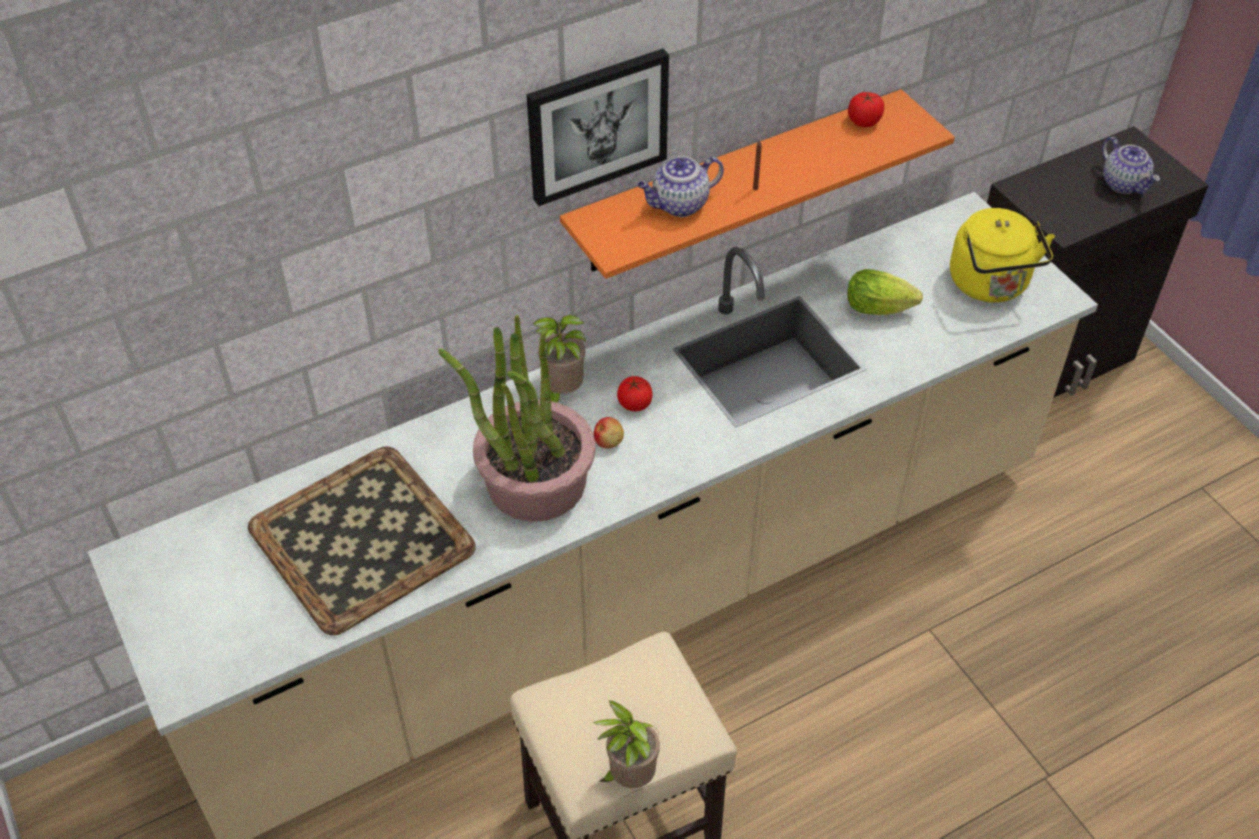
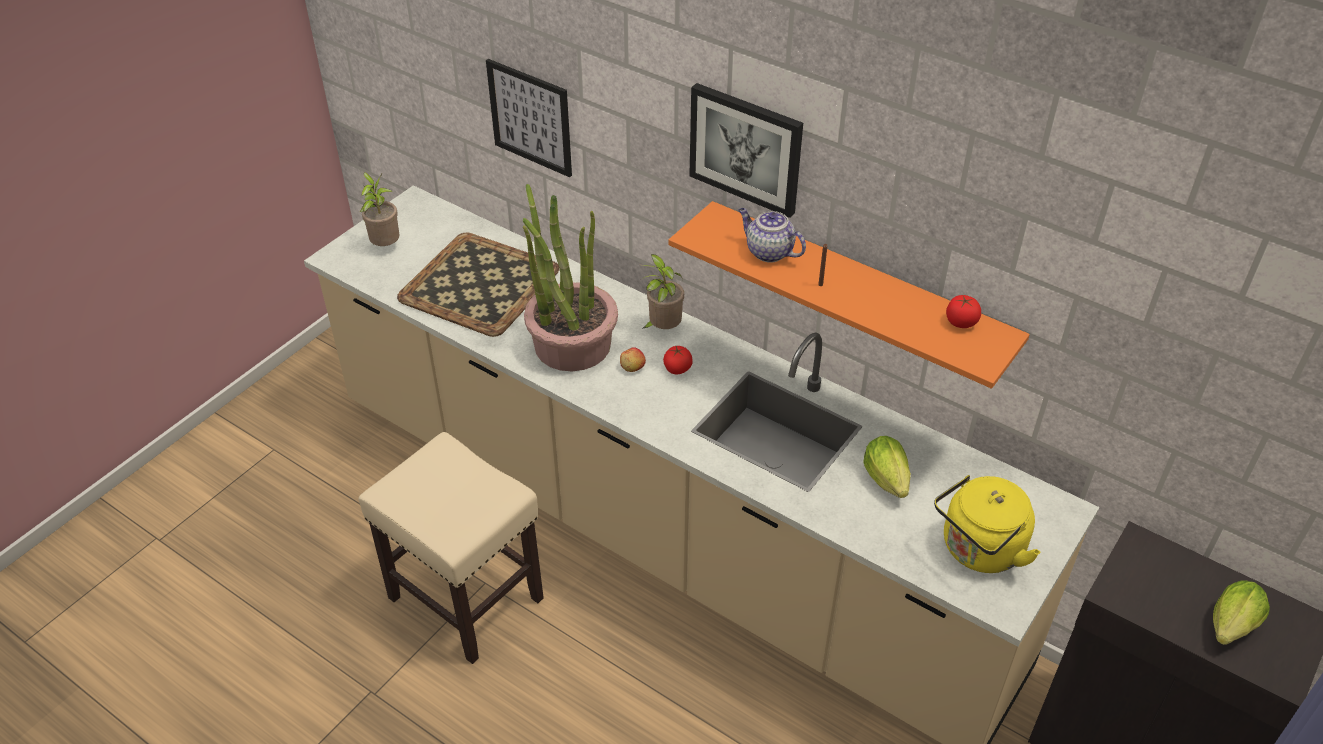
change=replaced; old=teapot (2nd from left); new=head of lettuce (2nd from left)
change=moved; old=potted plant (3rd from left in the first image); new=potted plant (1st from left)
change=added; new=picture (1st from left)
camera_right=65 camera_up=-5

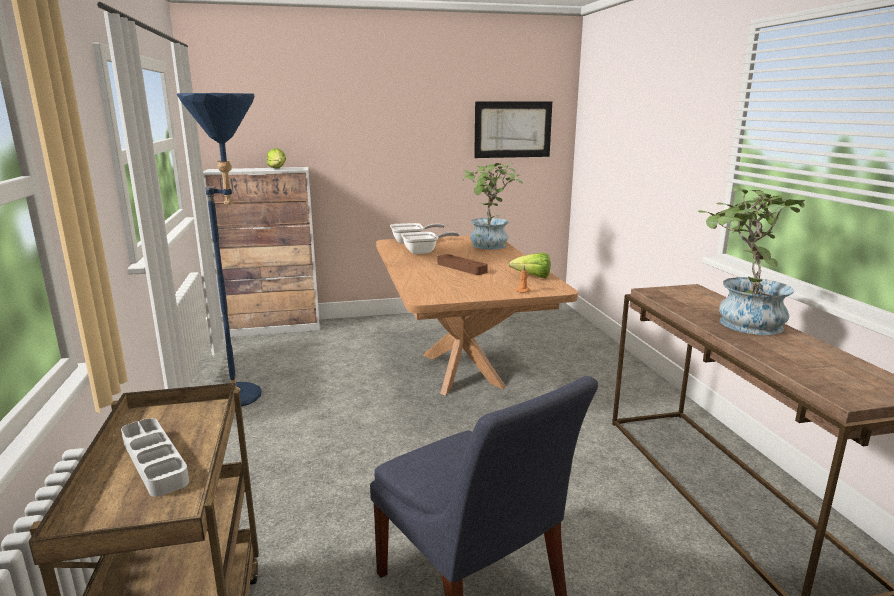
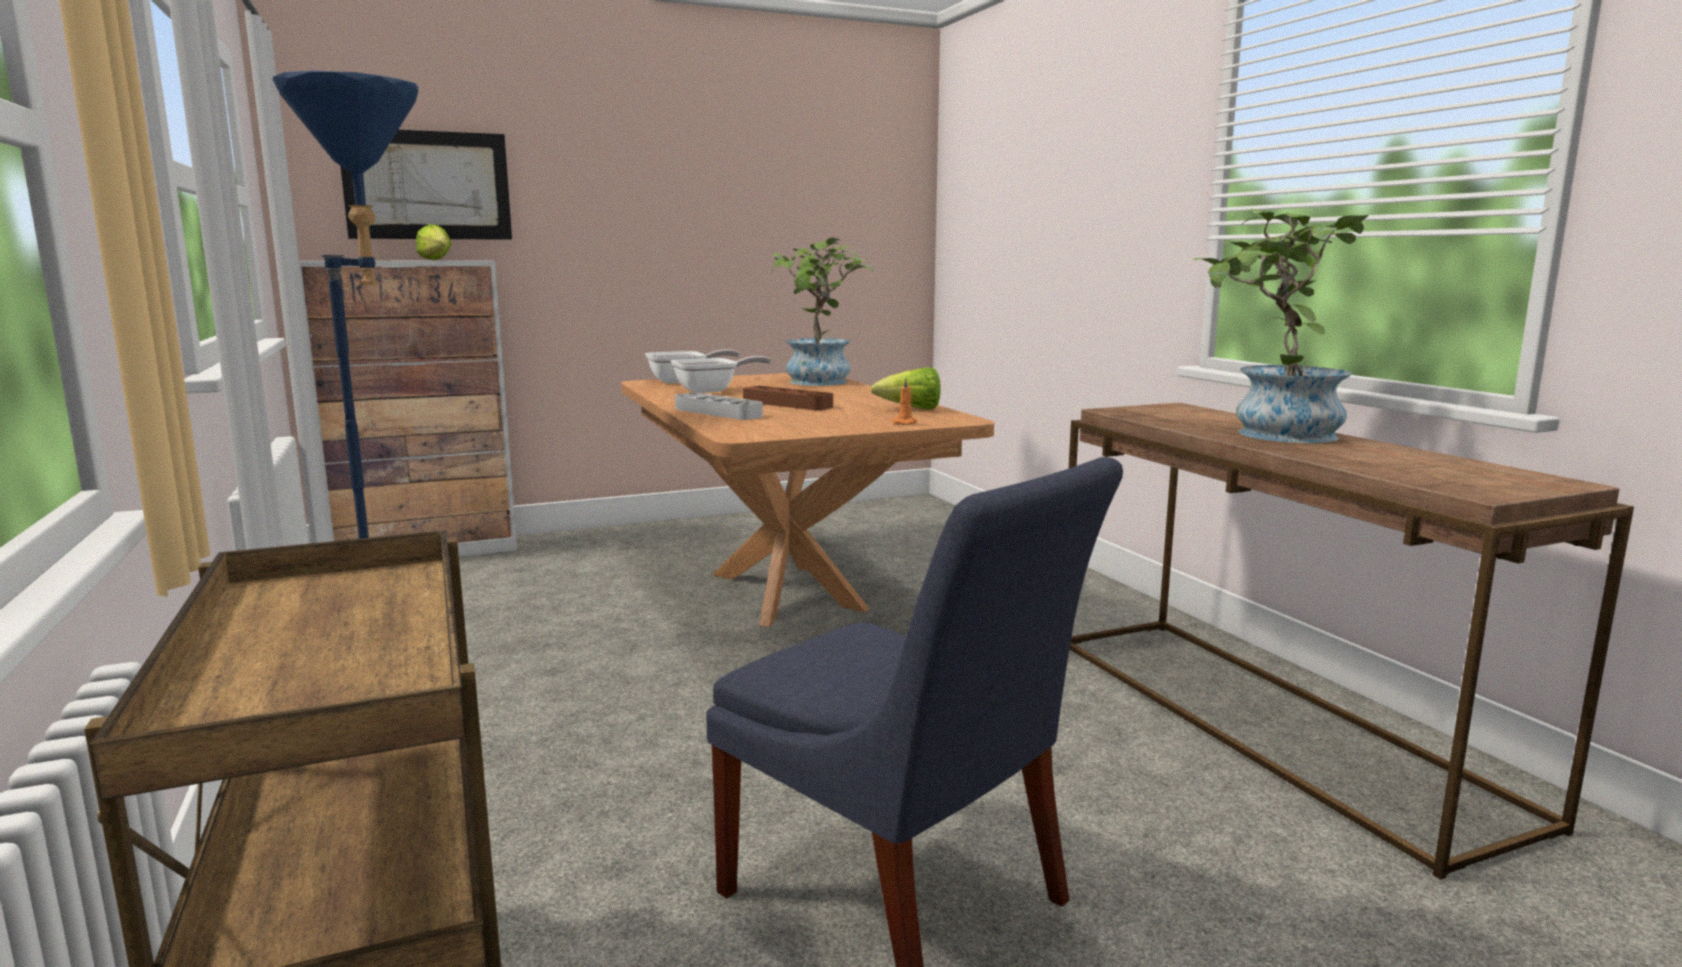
change=moved; old=picture
change=moved; old=tray in greyish
camera_right=-10 camera_up=-5

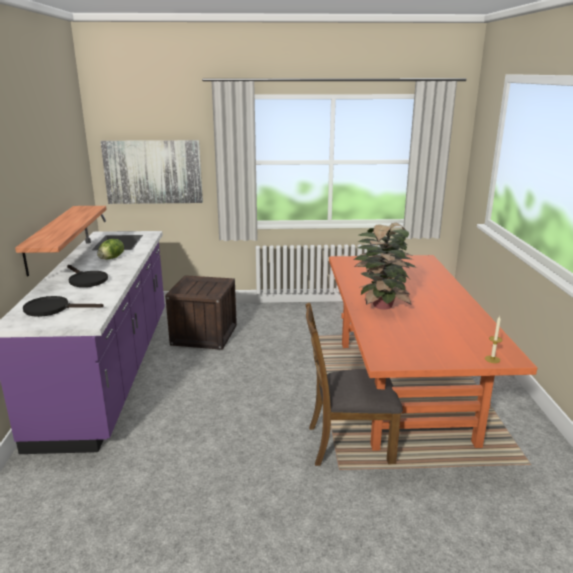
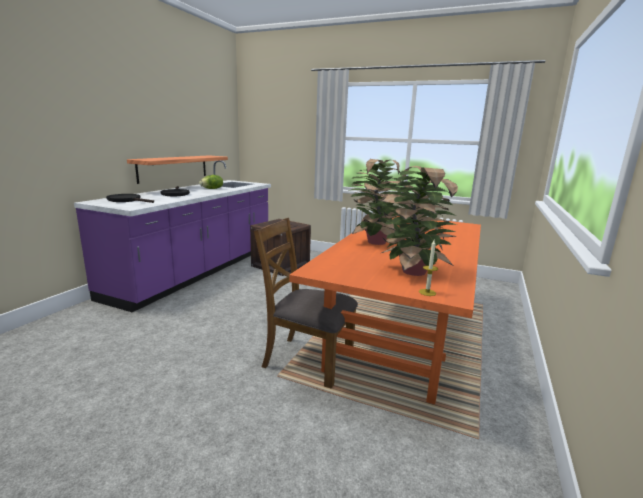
change=removed; old=picture
change=added; new=potted plant (2nd from left)
camera_right=25 camera_up=-5

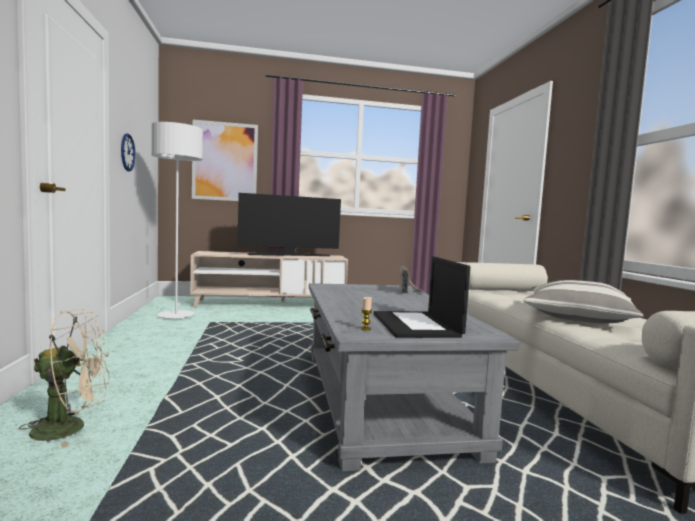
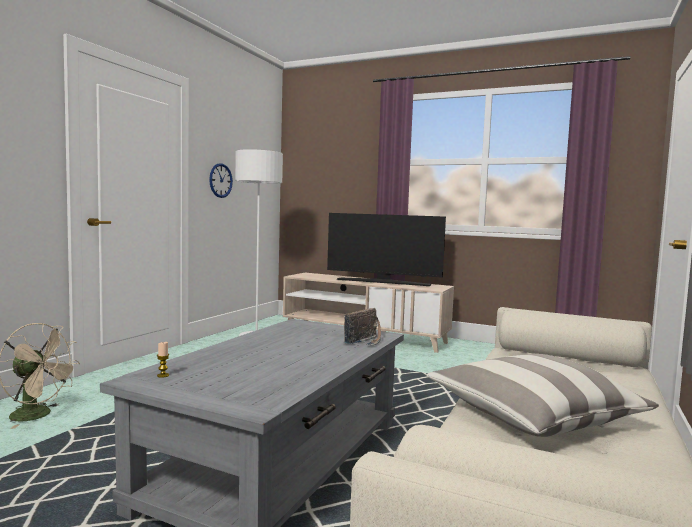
change=removed; old=picture
change=removed; old=notebook computer
camera_right=35 camera_up=0

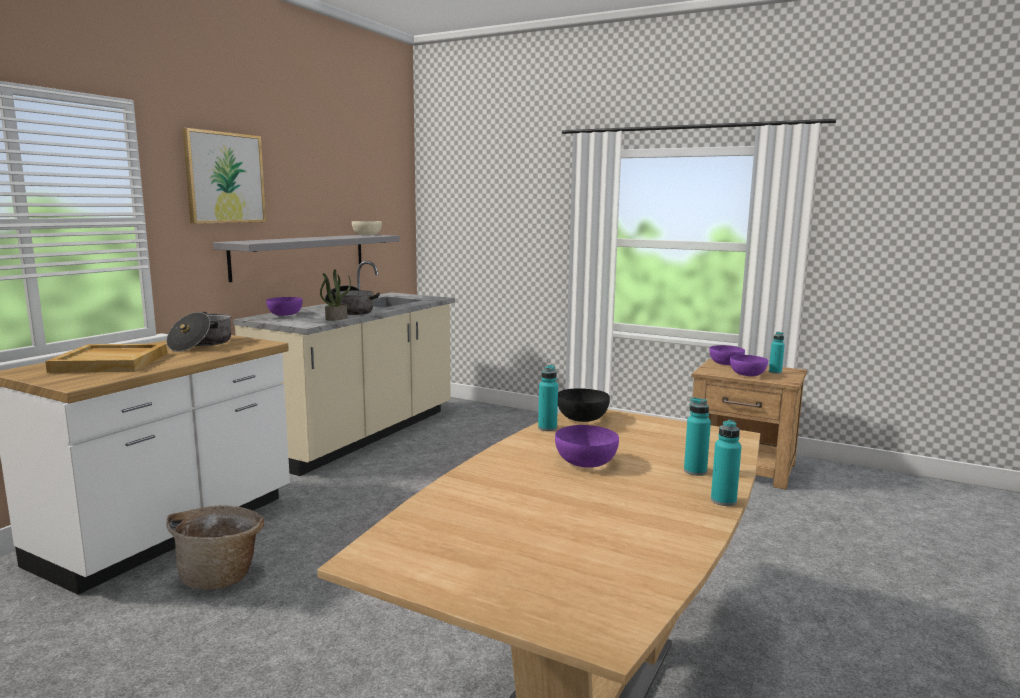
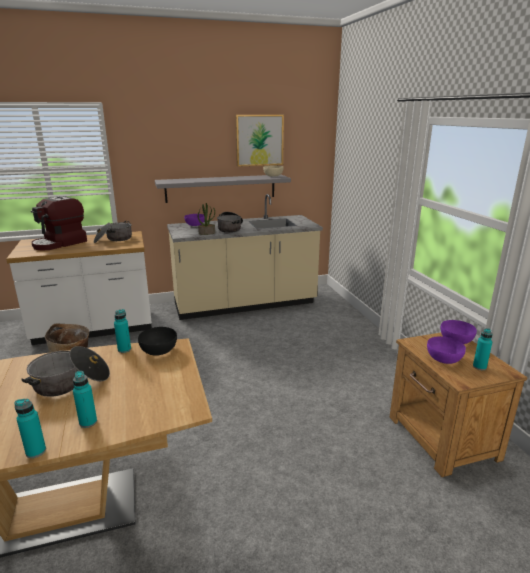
change=moved; old=picture
change=replaced; old=tray in beige-coloured; new=coffee brewer
change=replaced; old=bowl in purplish (2nd from left); new=saucepot (1st from left)
camera_right=45 camera_up=10

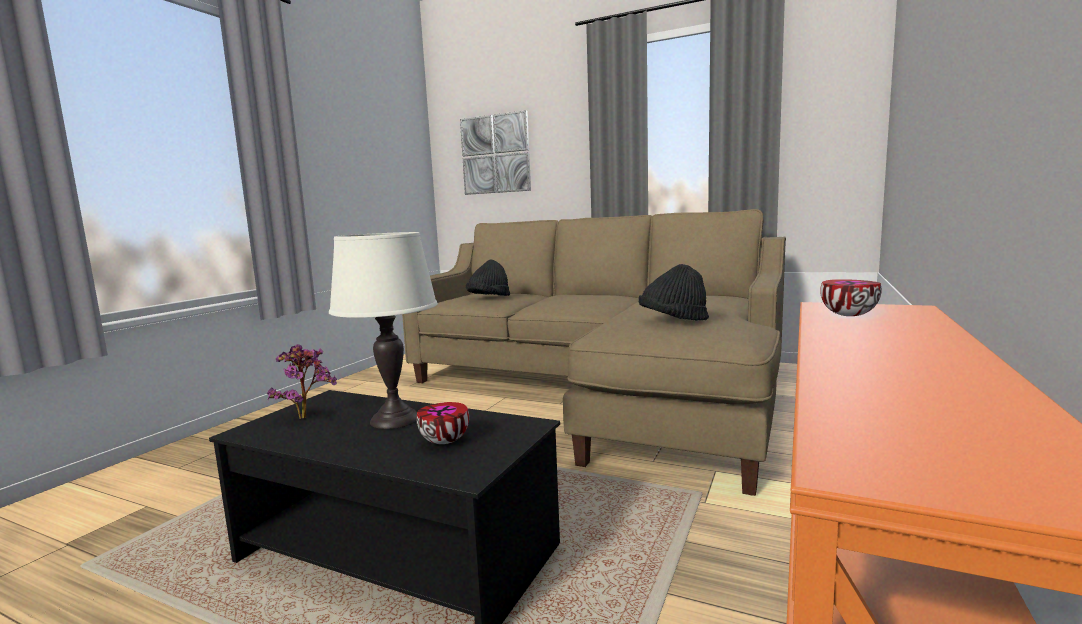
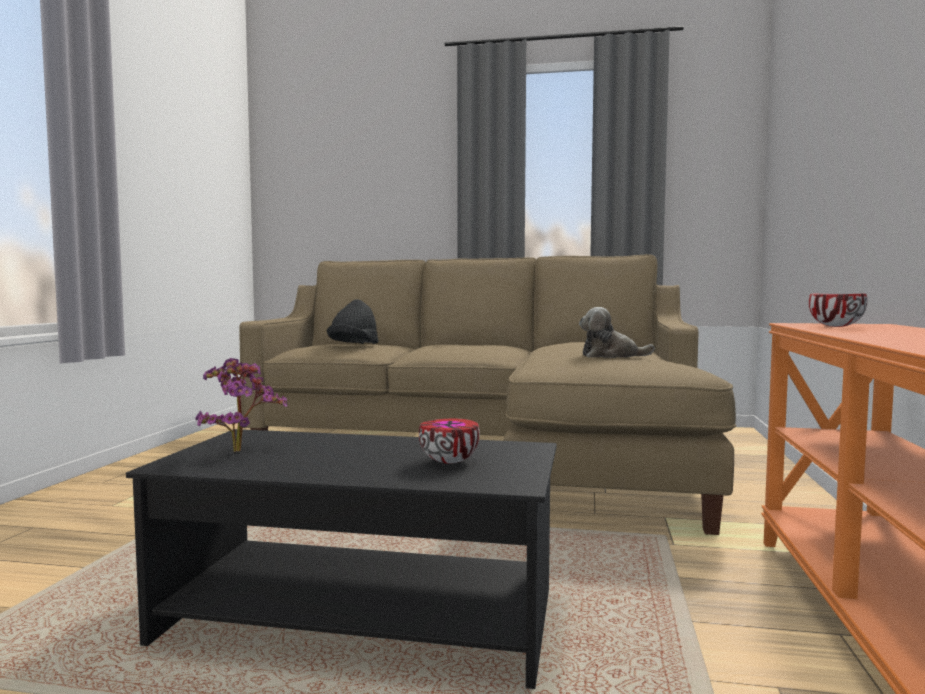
change=removed; old=picture
change=removed; old=table lamp in white
change=replaced; old=wearable hat in black-coloured (2nd from left); new=cuddly toy
camera_right=-15 camera_up=-5

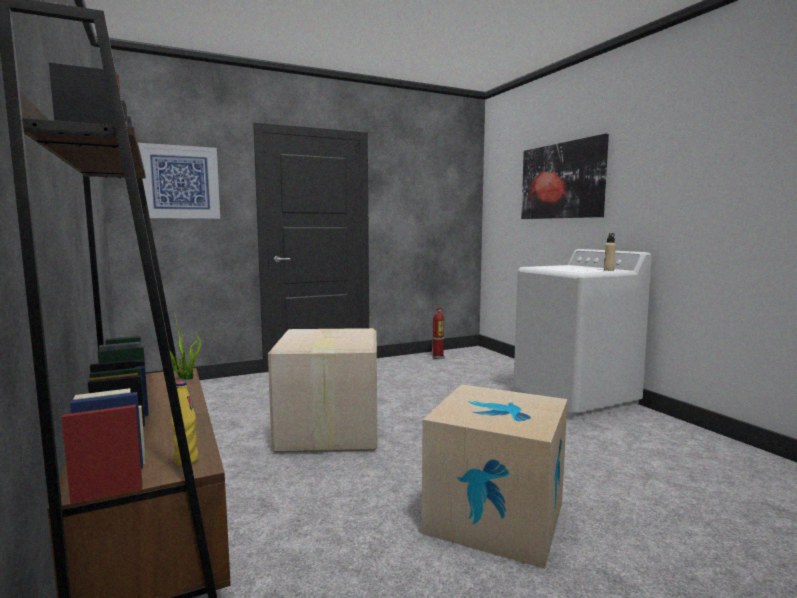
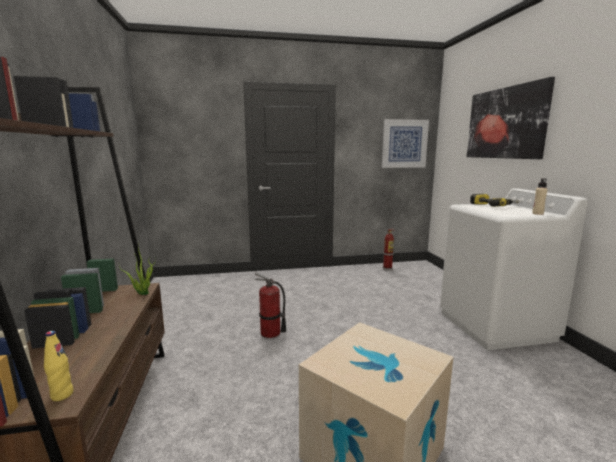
change=moved; old=picture (1st from left)
change=replaced; old=cardboard box (1st from left); new=fire extinguisher (1st from left)
change=added; new=drill
camera_right=15 camera_up=5

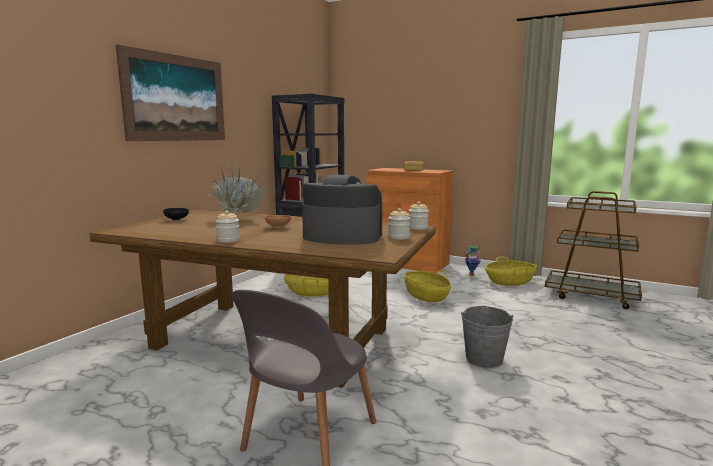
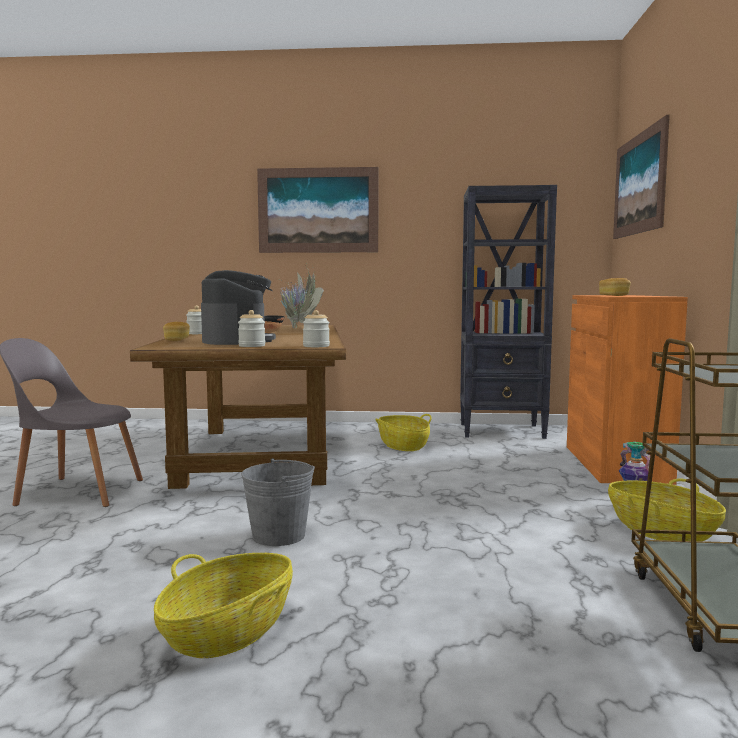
change=moved; old=basket (2nd from left in the first image); new=basket (1st from left)
change=added; new=picture (2nd from left)
change=added; new=baked bread (1st from left)
camera_right=65 camera_up=-5

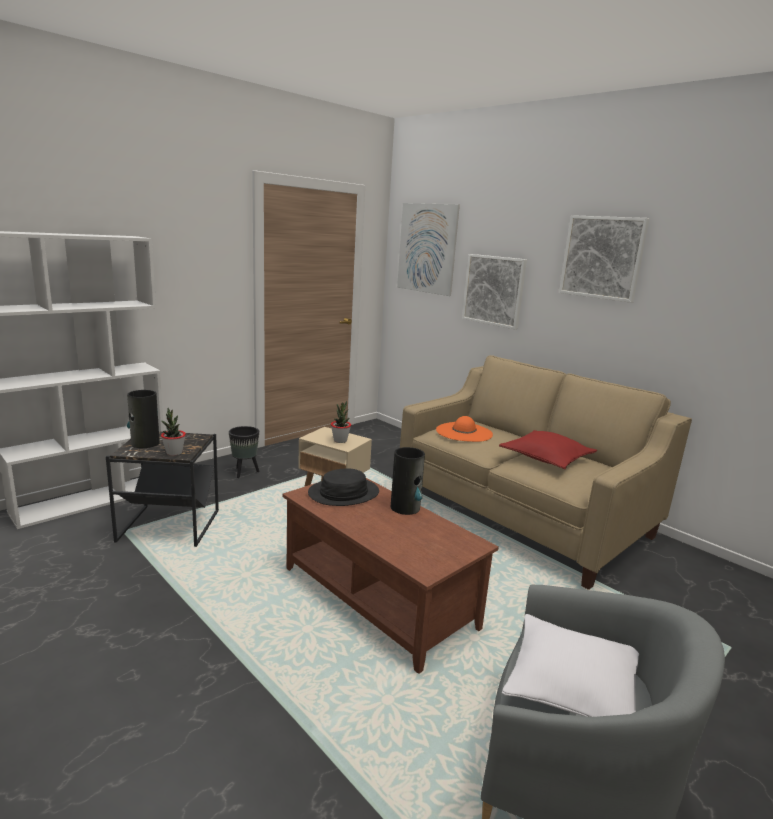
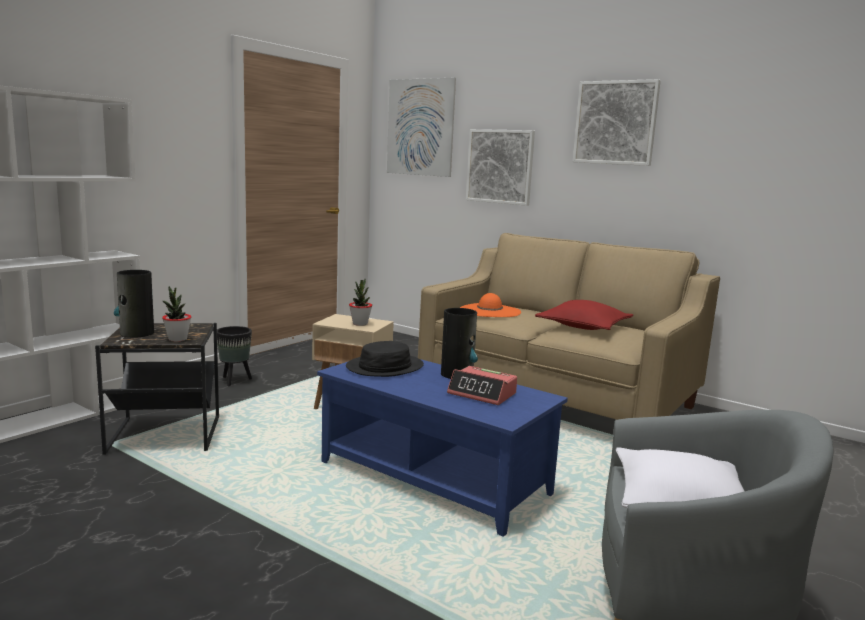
change=recoloured; old=low table in brown; new=low table in blue
change=added; new=bedside clock
camera_right=-10 camera_up=-5

